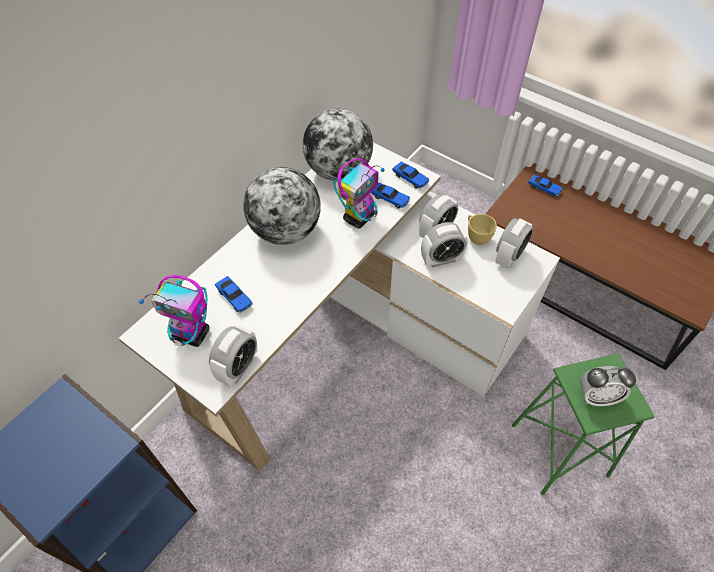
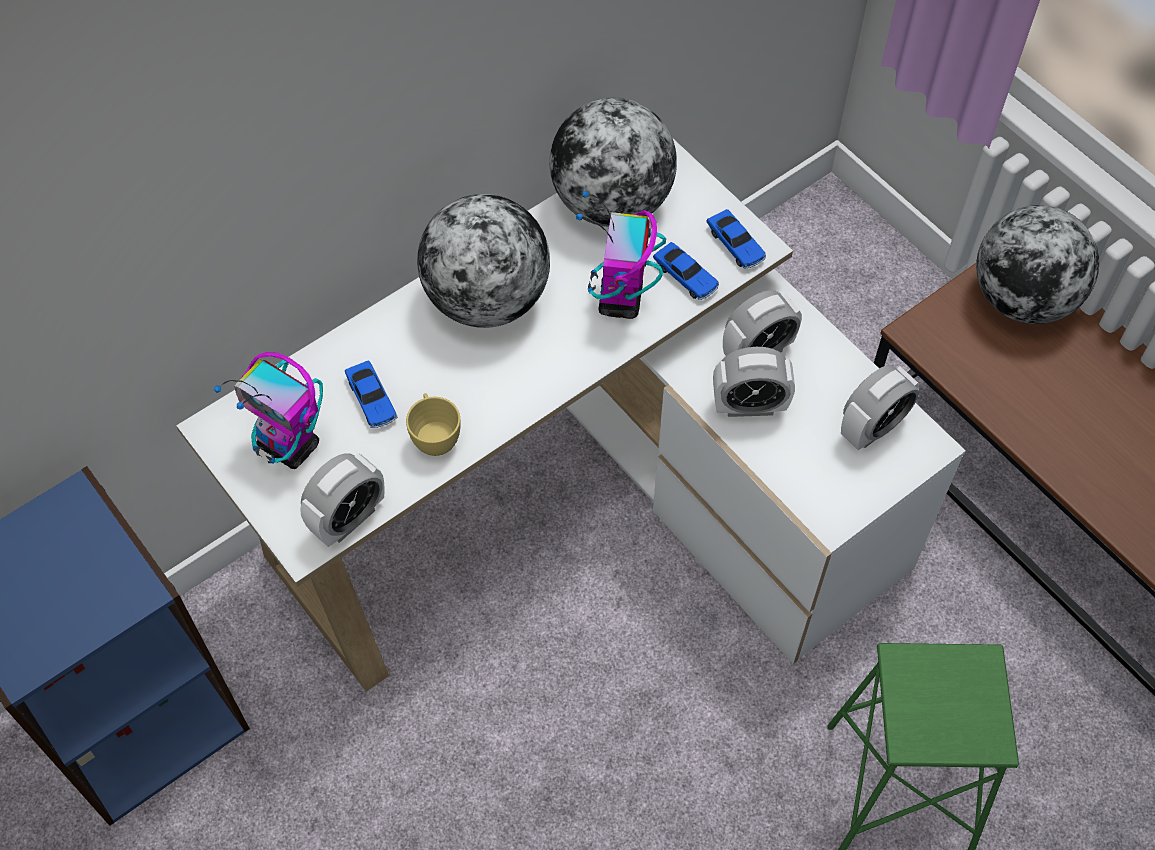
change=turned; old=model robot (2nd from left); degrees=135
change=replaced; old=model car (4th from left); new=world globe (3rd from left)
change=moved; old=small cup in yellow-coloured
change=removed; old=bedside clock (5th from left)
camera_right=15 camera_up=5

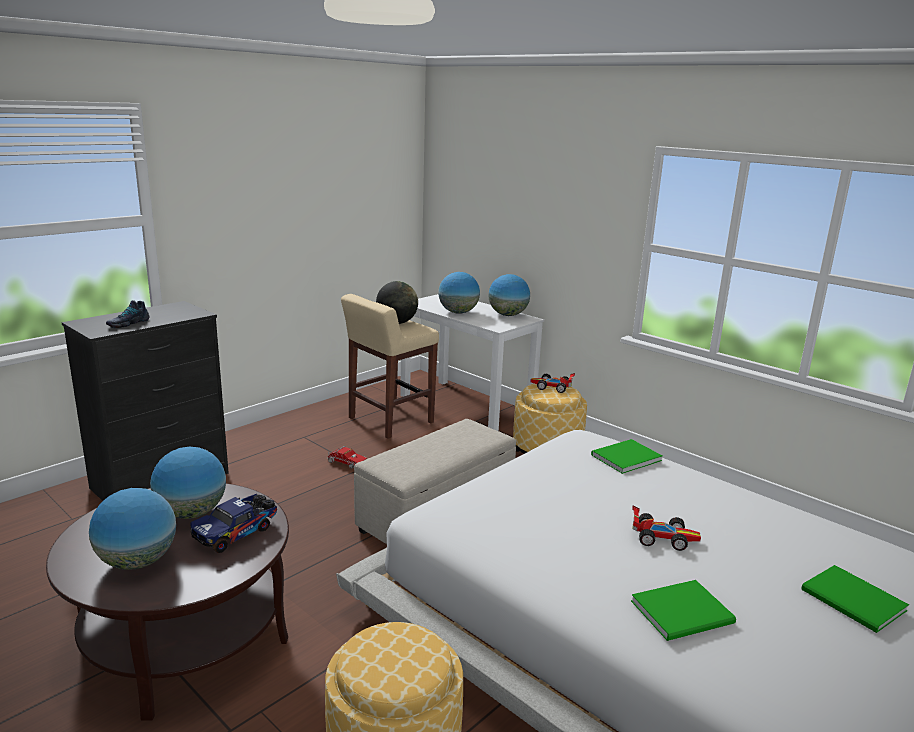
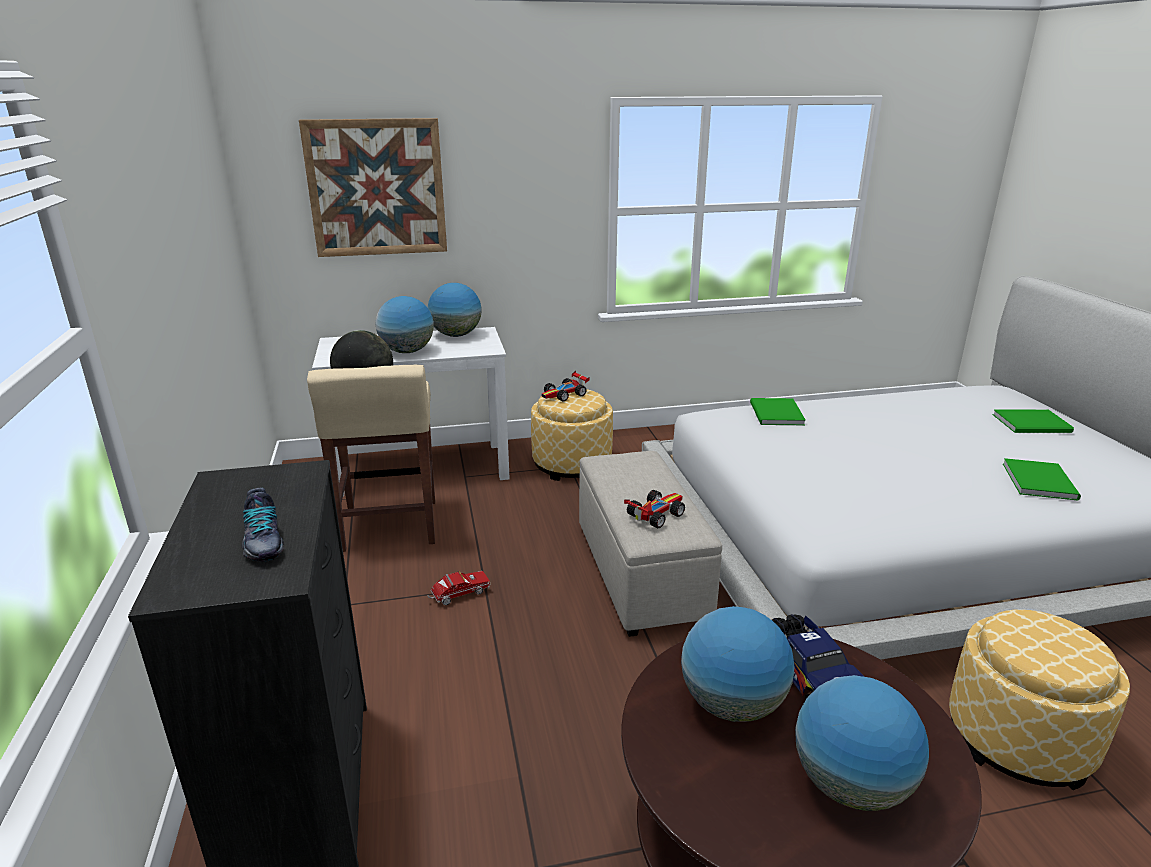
change=moved; old=model car (2nd from left)
change=added; new=picture
camera_right=-55 camera_up=5

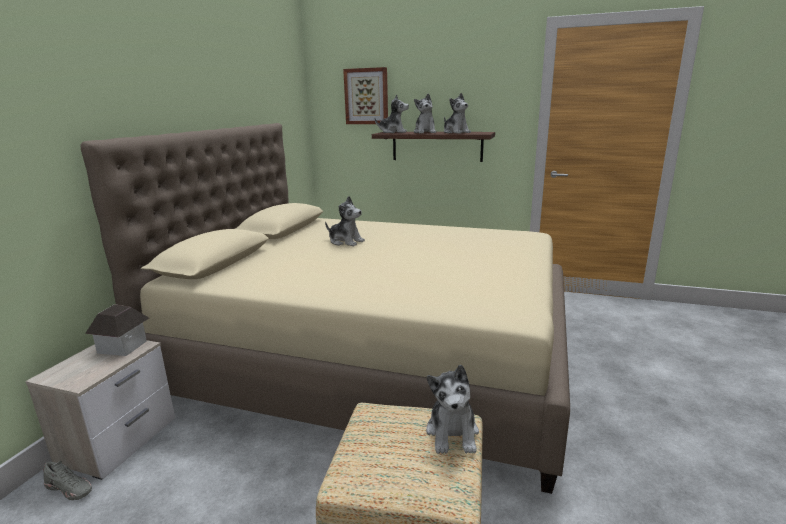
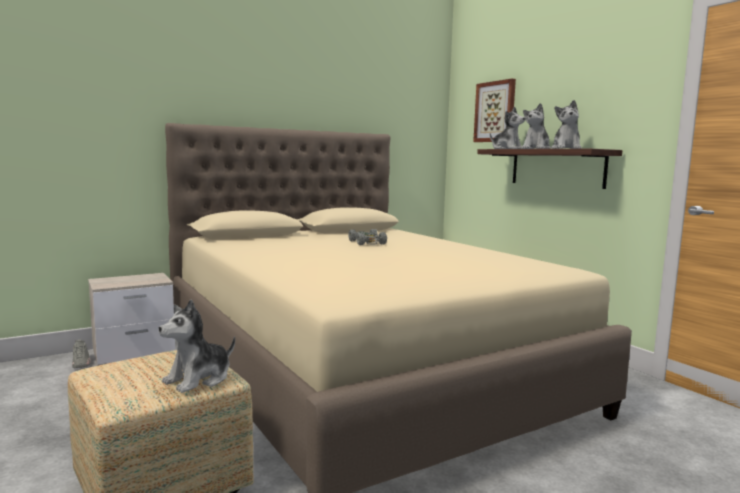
change=replaced; old=cuddly toy (1st from left); new=model car in greyish
change=removed; old=toy house
camera_right=40 camera_up=-10

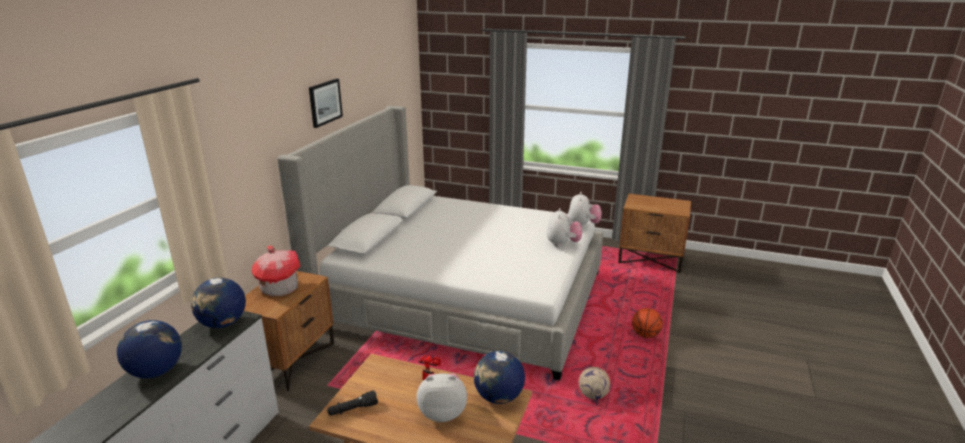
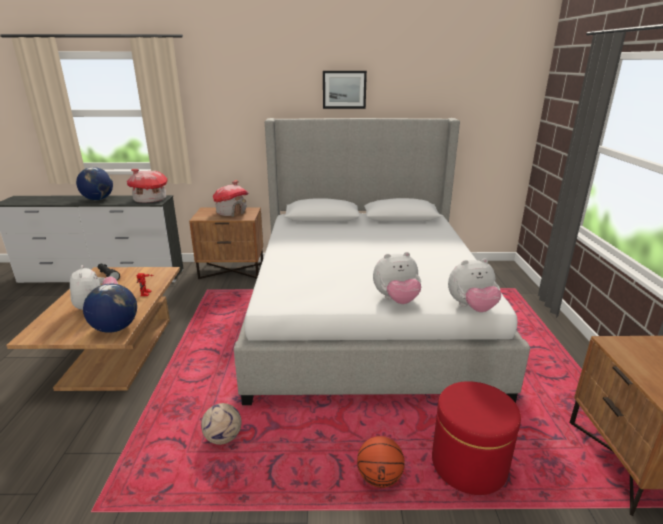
change=replaced; old=world globe (2nd from left); new=toy house (1st from left)
change=added; new=footrest in red-coloured
camera_right=70 camera_up=0

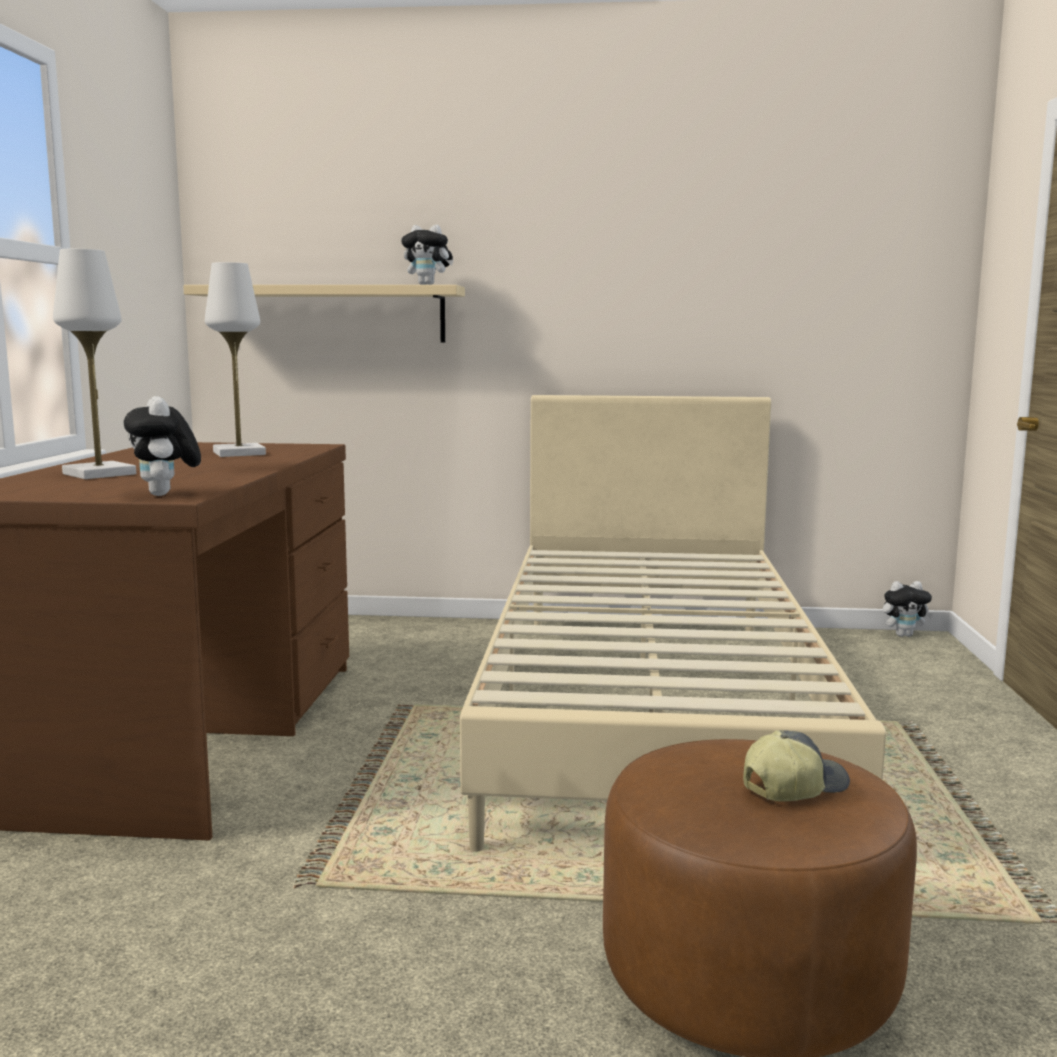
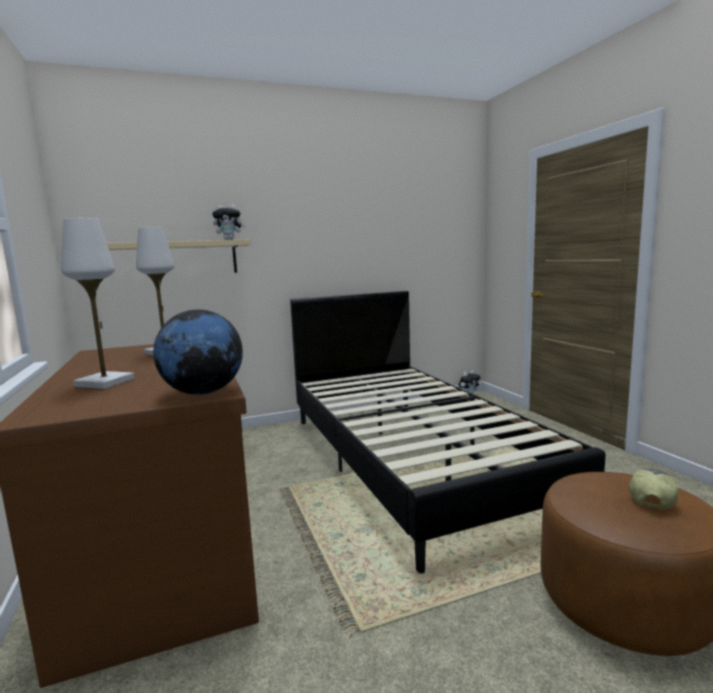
change=recoloured; old=bedroom bed in beige-coloured; new=bedroom bed in black-coloured
change=replaced; old=cuddly toy (1st from left); new=world globe
camera_right=-25 camera_up=0

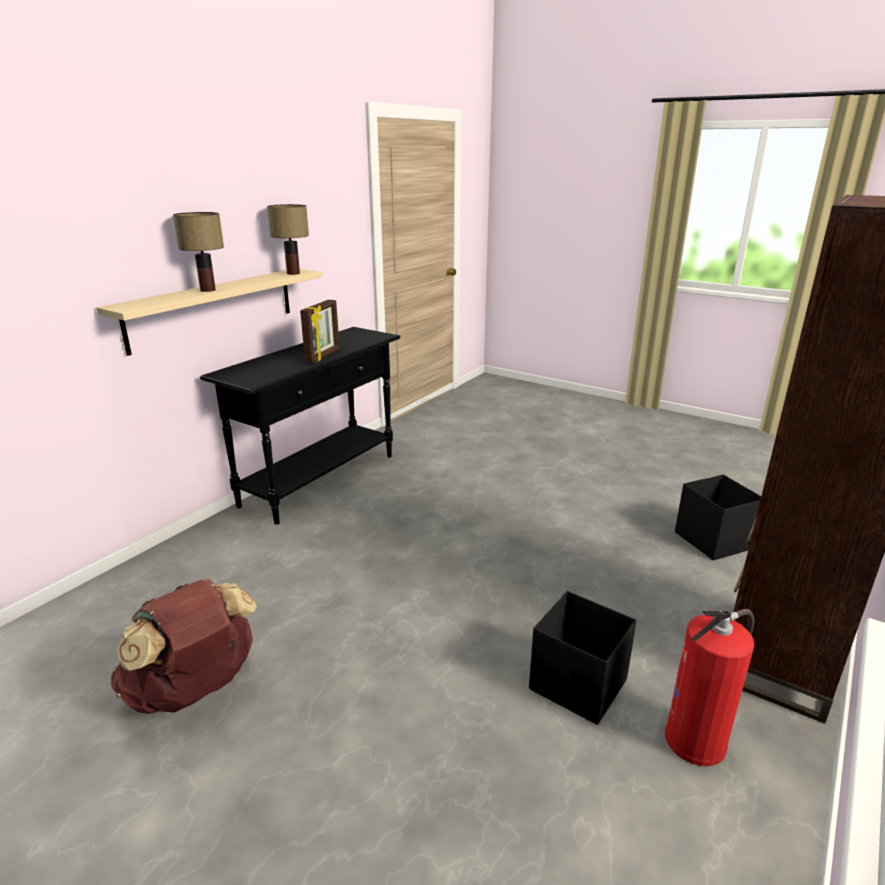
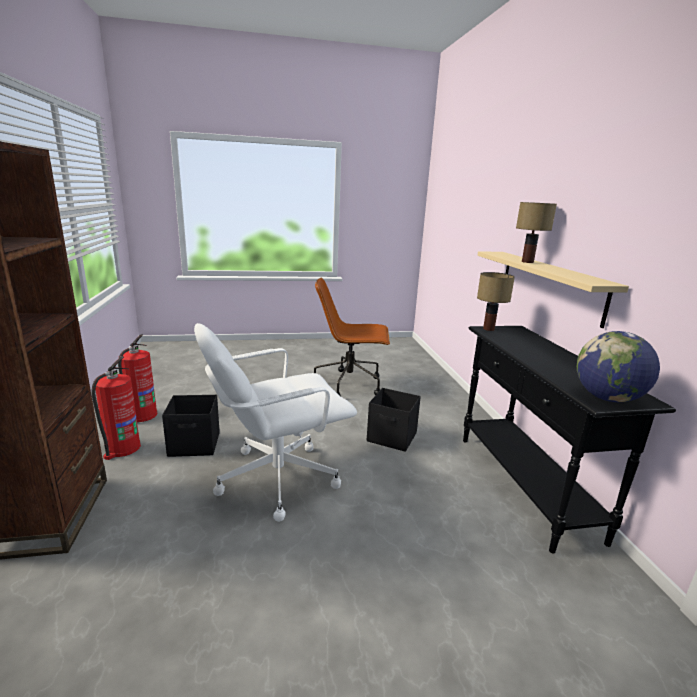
change=moved; old=table lamp (2nd from left in the first image); new=table lamp (1st from left)
change=removed; old=standing frame
change=moved; old=storage container in black-coloured (2nd from left)
change=replaced; old=rucksack in brown; new=office chair in brown
change=added; new=office chair in white
change=added; new=world globe
change=added; new=fire extinguisher (2nd from left)
camera_right=135 camera_up=-5

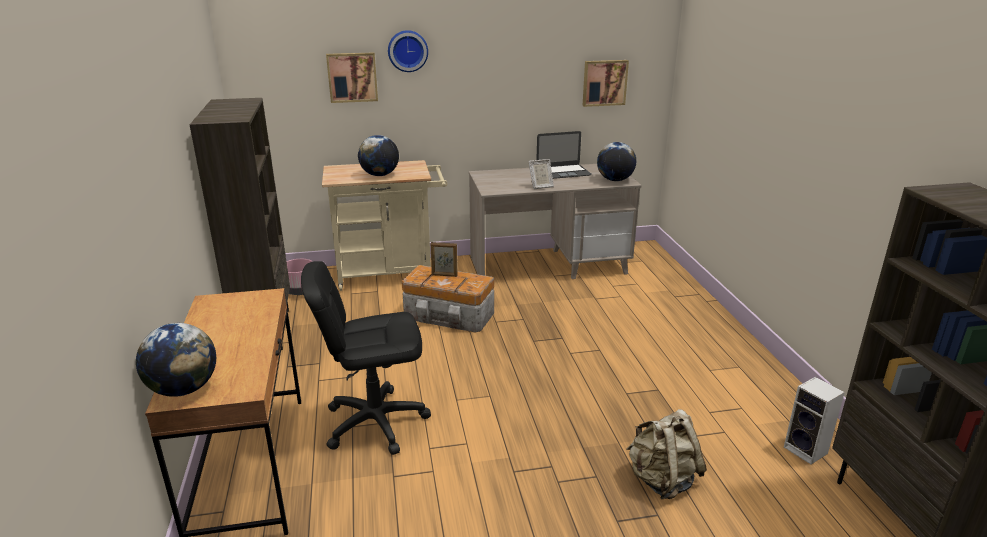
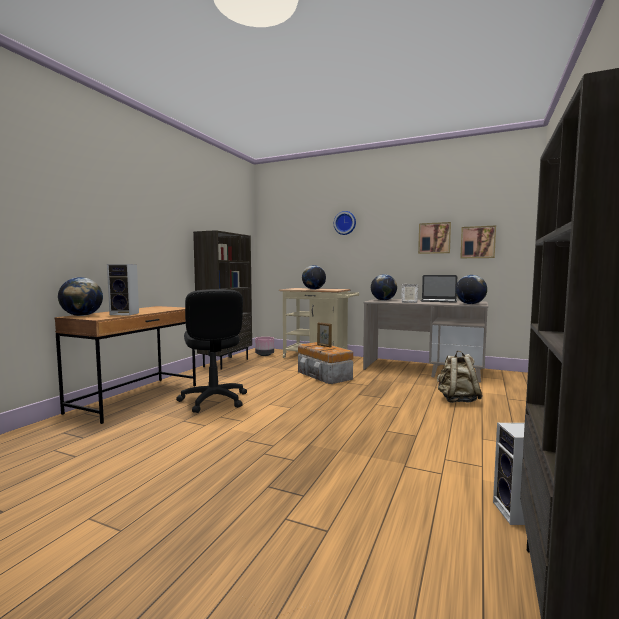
change=moved; old=picture (1st from left)
change=turned; old=office chair in black-coloured; degrees=-135
change=moved; old=rucksack in beige-coloured
change=added; new=speaker (1st from left)
change=added; new=world globe (3rd from left)
camera_right=35 camera_up=-20

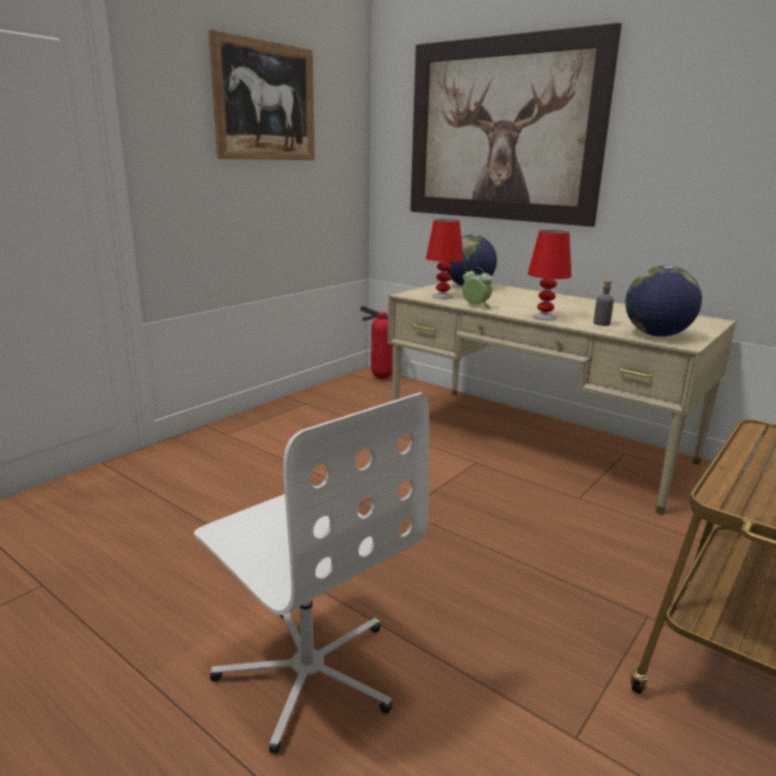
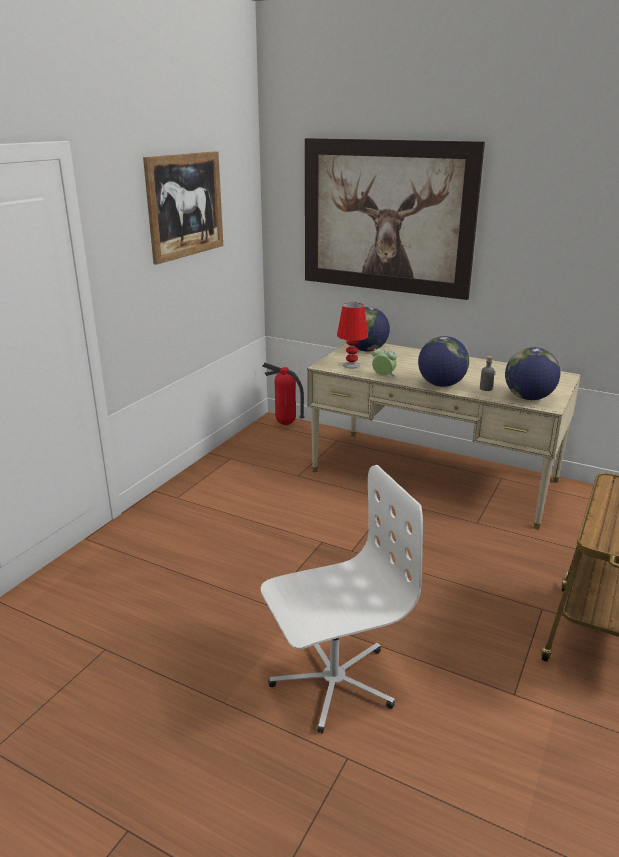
change=replaced; old=table lamp in red-coloured (2nd from left); new=world globe (2nd from left)
change=turned; old=office chair in white; degrees=-60
camera_right=-10 camera_up=5

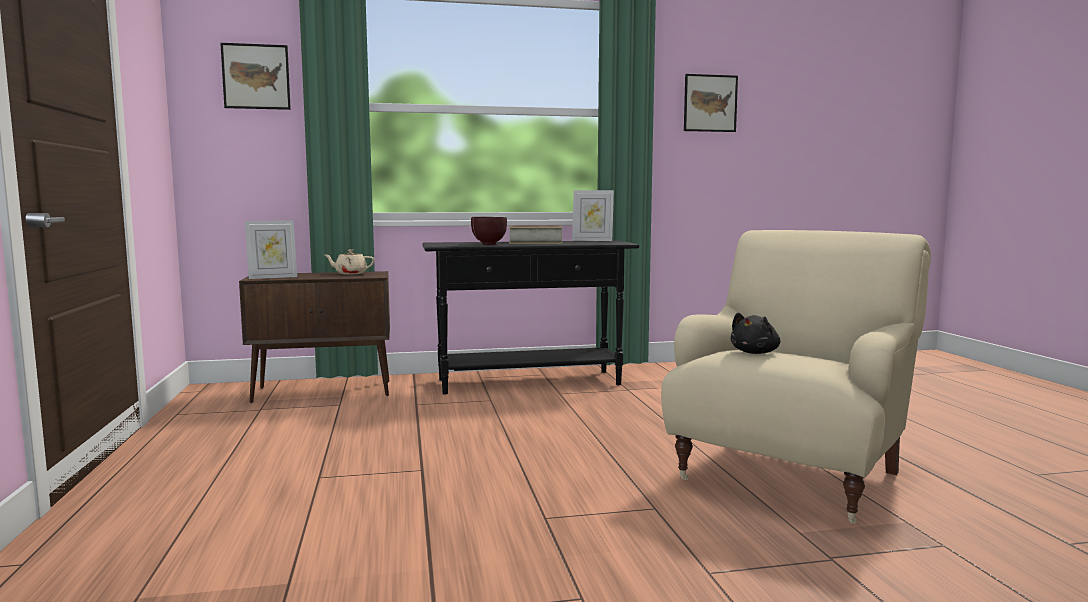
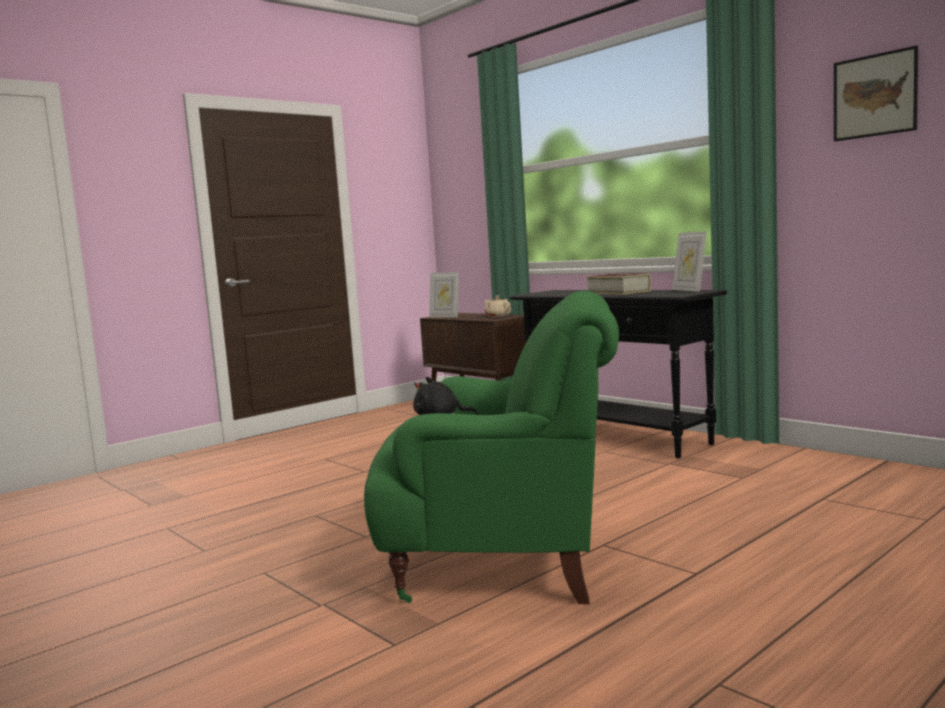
change=removed; old=picture (1st from left)
change=removed; old=bowl in brown
change=recoloured; old=lounge chair in beige-coloured; new=lounge chair in green-coloured
camera_right=60 camera_up=0

